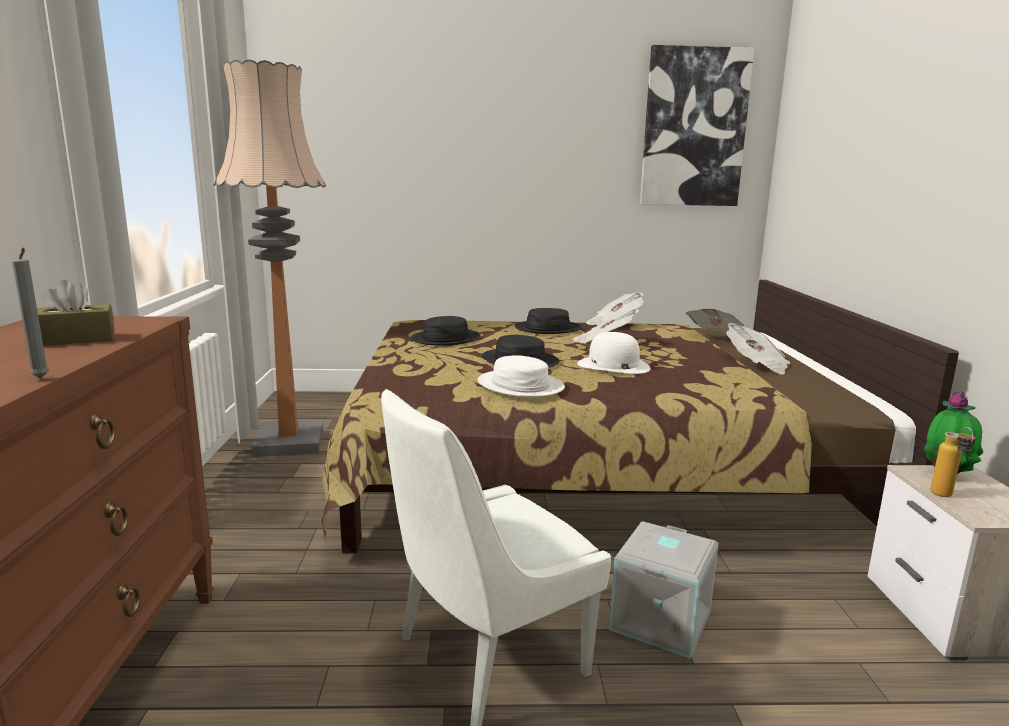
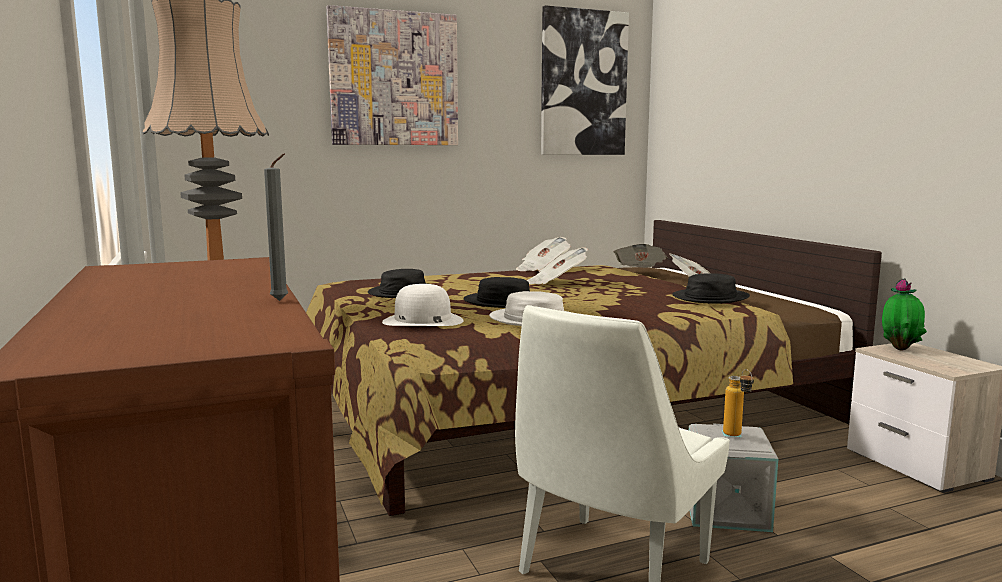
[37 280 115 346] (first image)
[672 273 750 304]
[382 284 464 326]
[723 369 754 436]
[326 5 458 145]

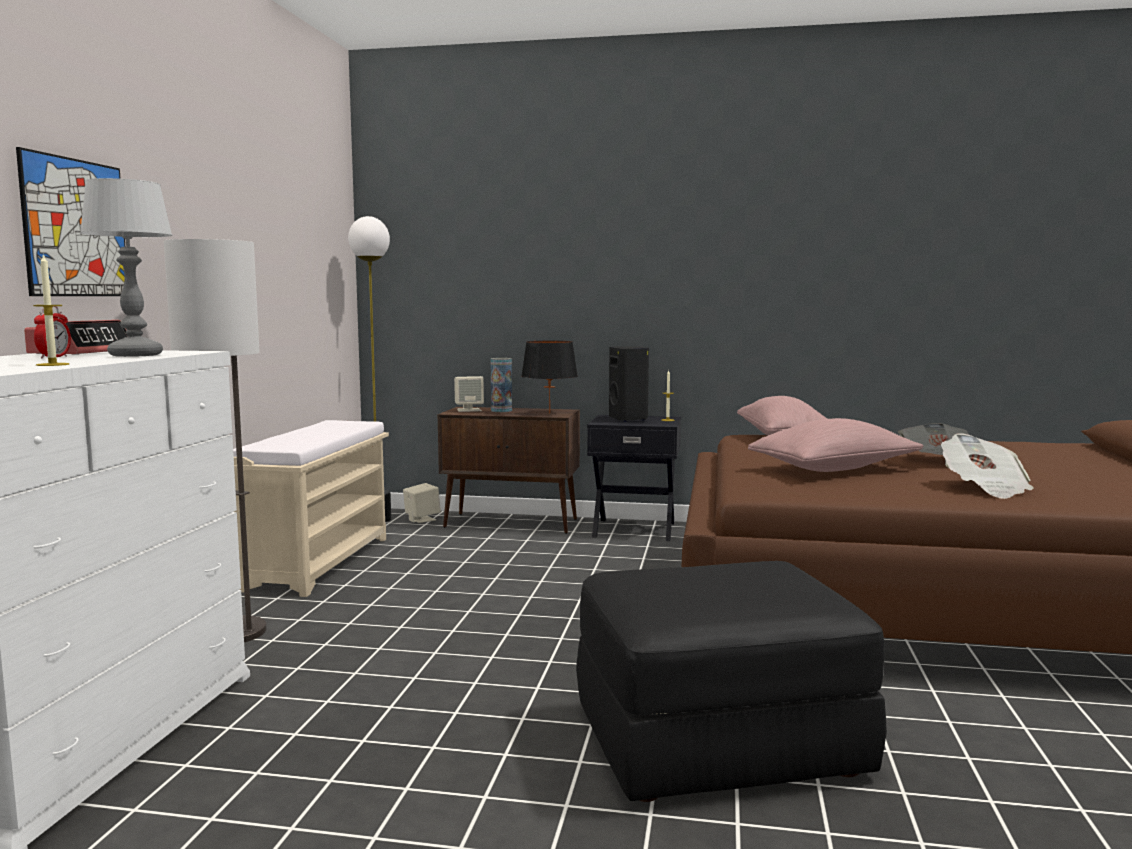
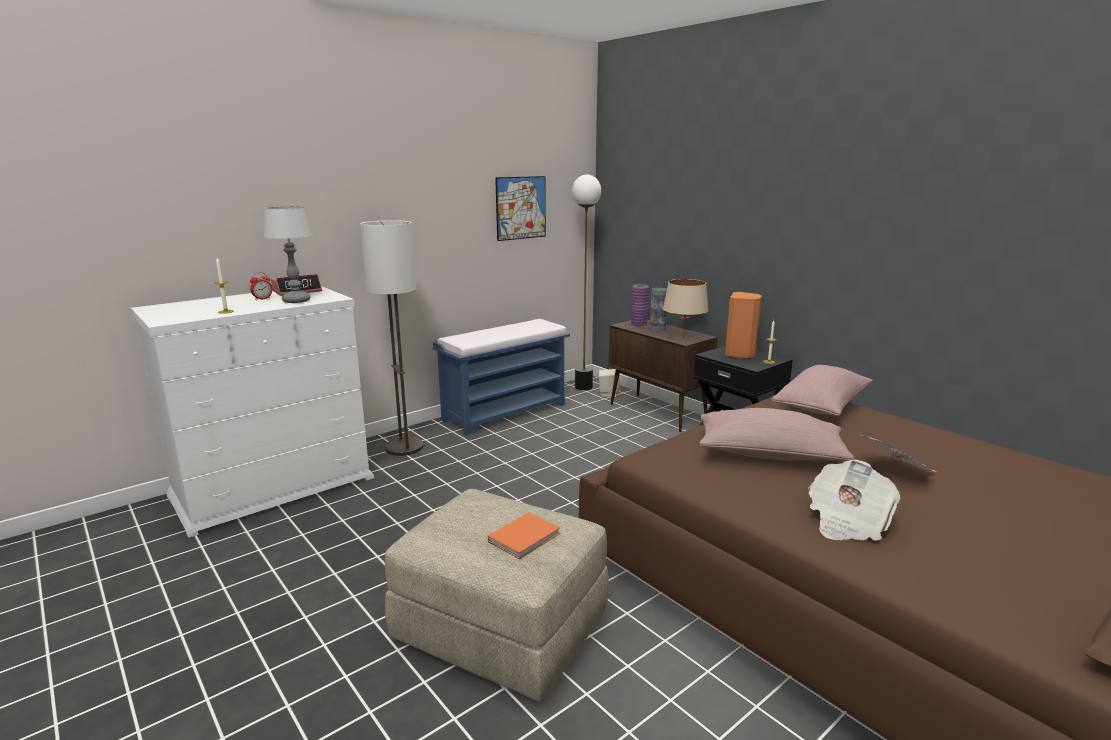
[495 176 546 241]
[433 319 570 435]
[631 284 649 326]
[663 279 709 338]
[385 489 609 702]
[725 292 762 358]
[488 512 560 559]

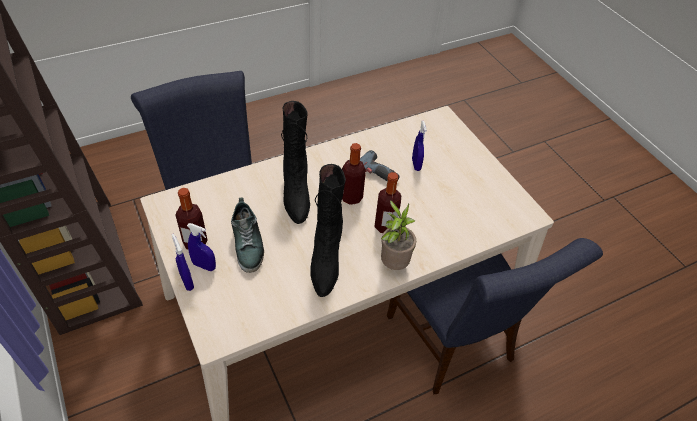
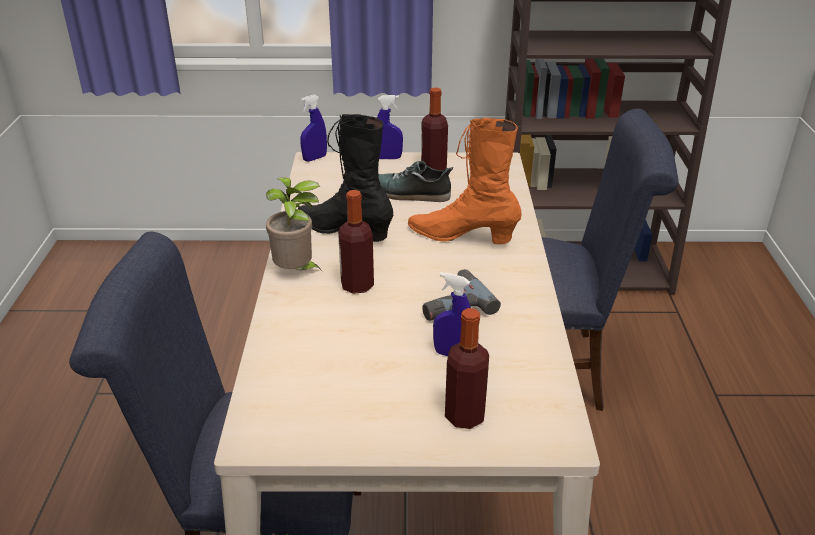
[300 95 327 162]
[408 118 521 244]
[445 308 489 429]

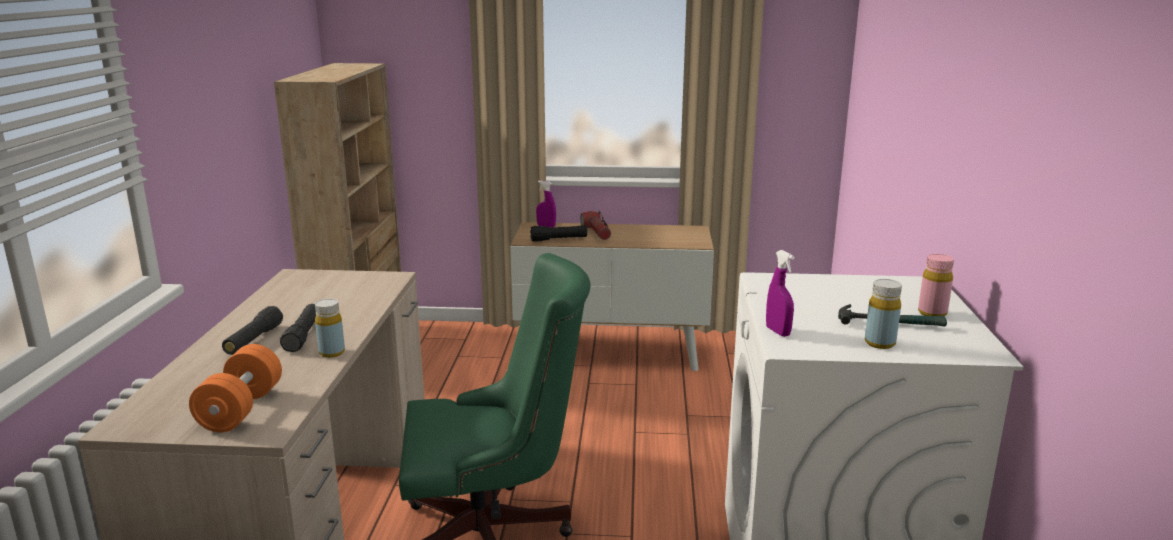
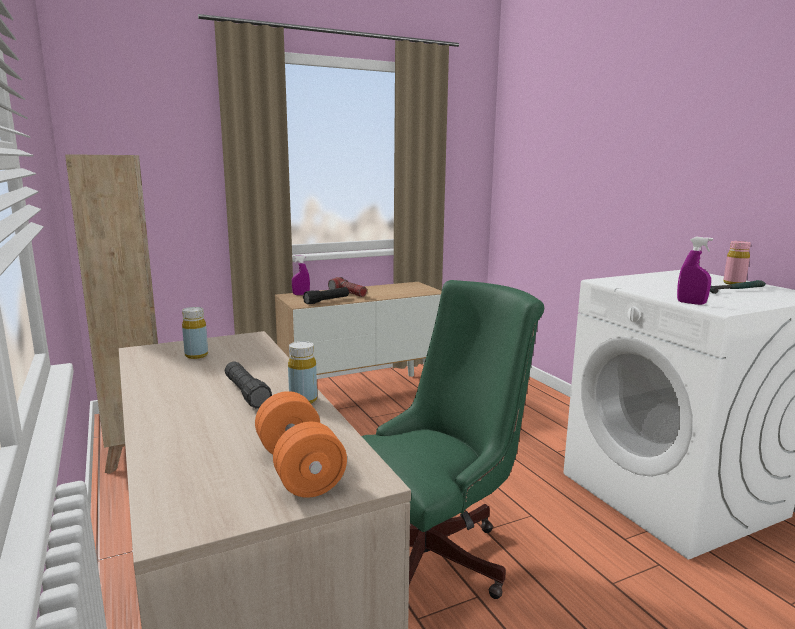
[222 306 283 355] (first image)
[182 307 208 359]

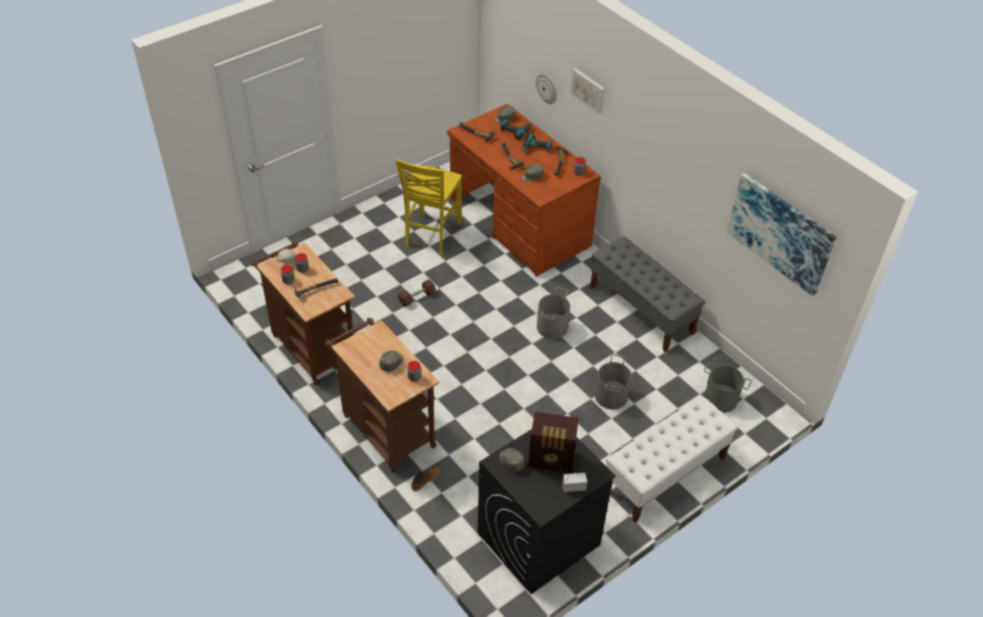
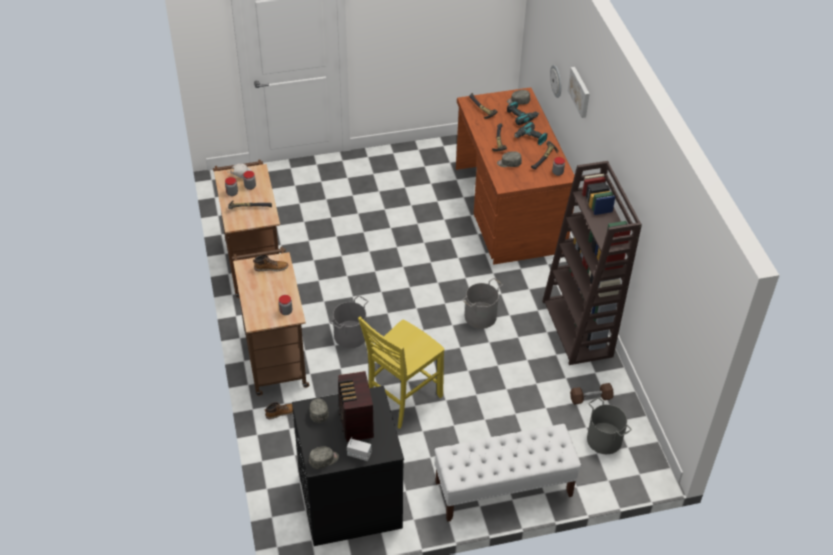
[309 447 339 469]
[358 316 444 429]
[570 383 613 405]
[338 371 374 442]
[542 161 642 365]
[330 295 368 348]
[727 173 836 296] (first image)
[253 255 288 272]

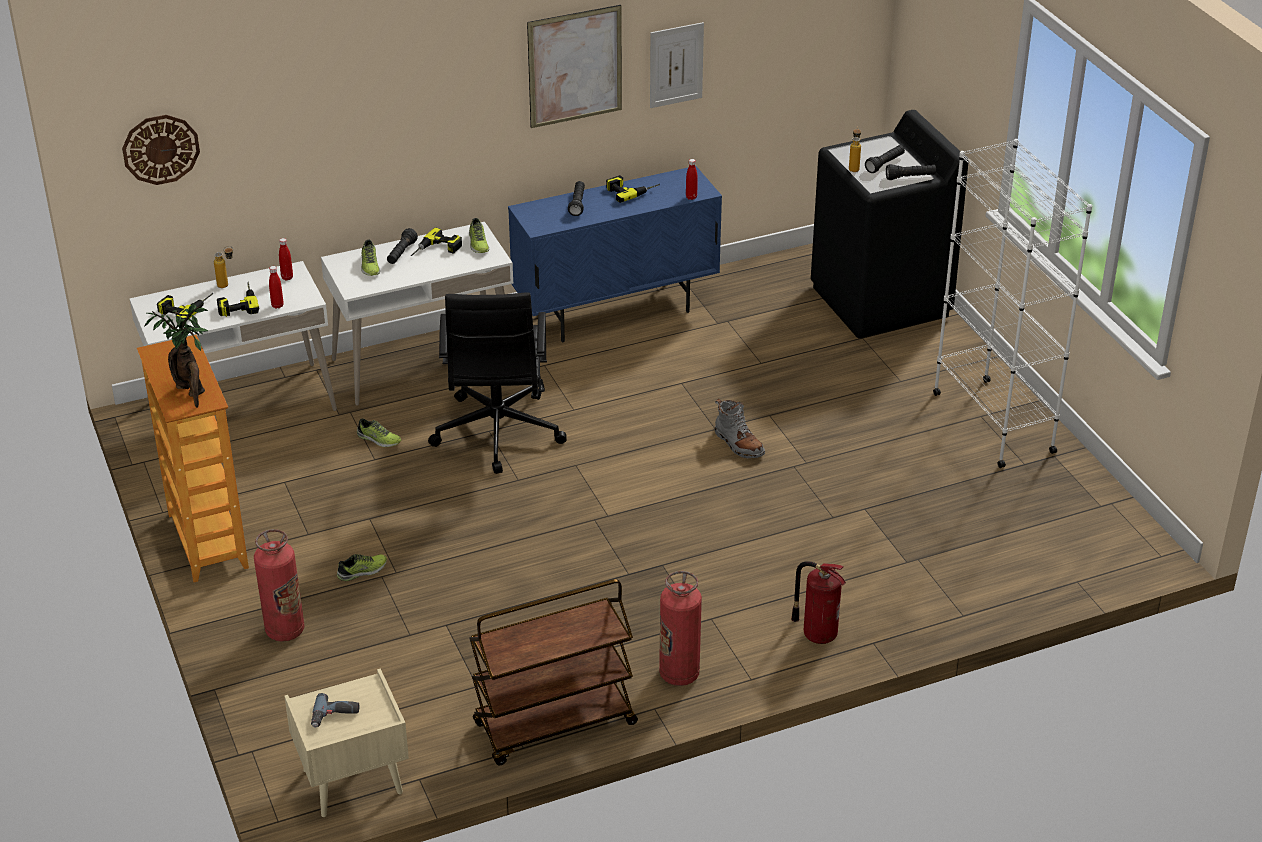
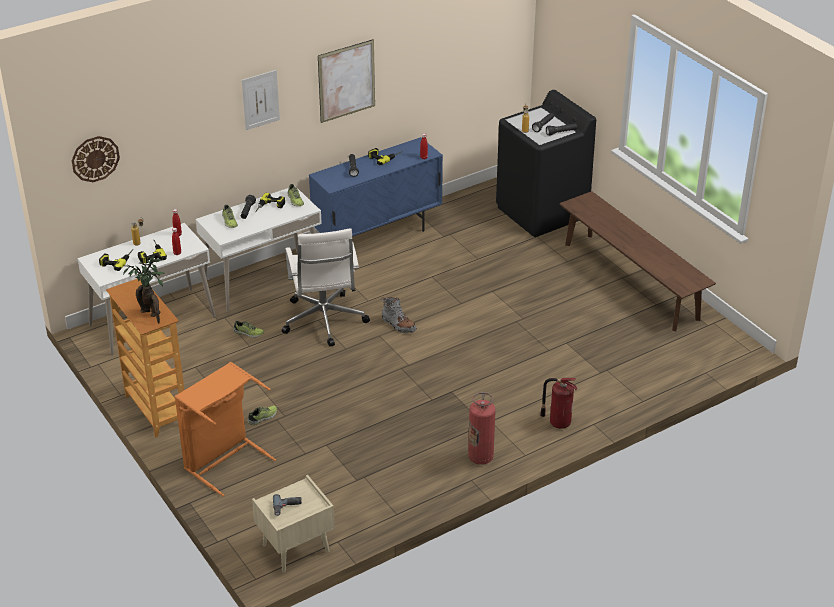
[174 362 276 496]
[282 229 370 347]
[469 579 638 765] (first image)
[241 70 280 130]
[381 297 417 334]
[559 191 716 331]

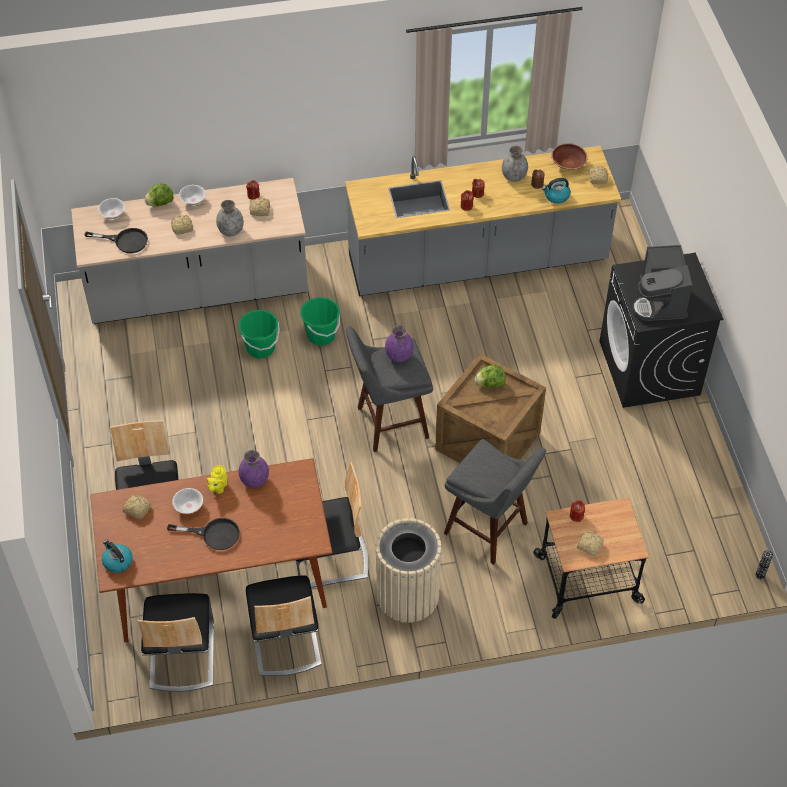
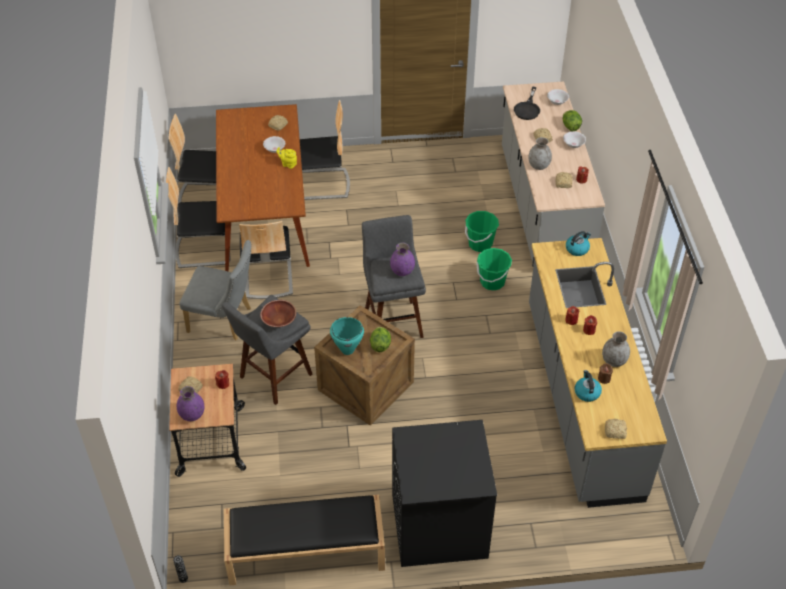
[566 231 591 256]
[167 518 240 550] (first image)
[177 386 204 421]
[179 240 251 340]
[260 300 296 327]
[632 245 693 321] (first image)
[224 495 385 585]
[330 317 364 355]

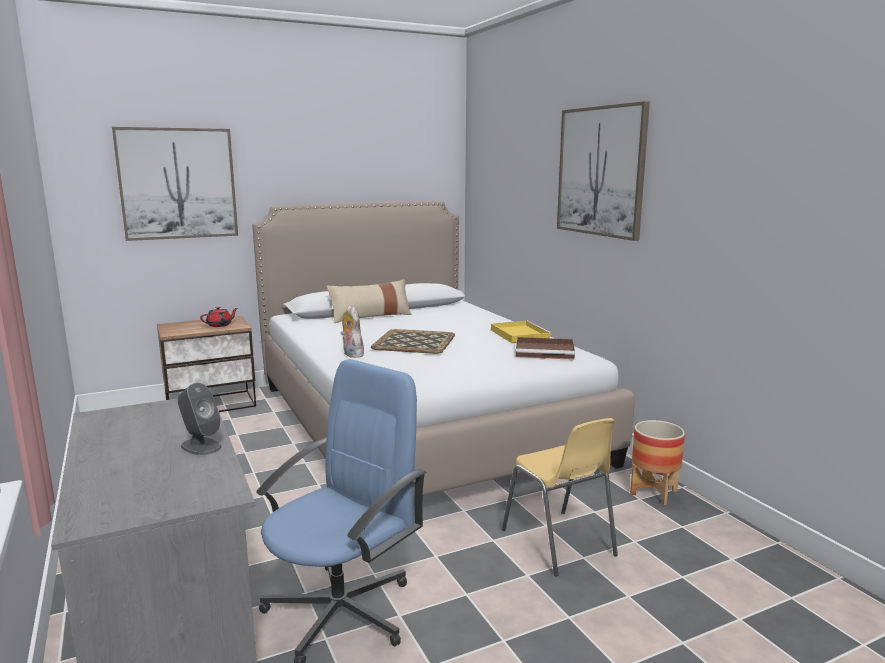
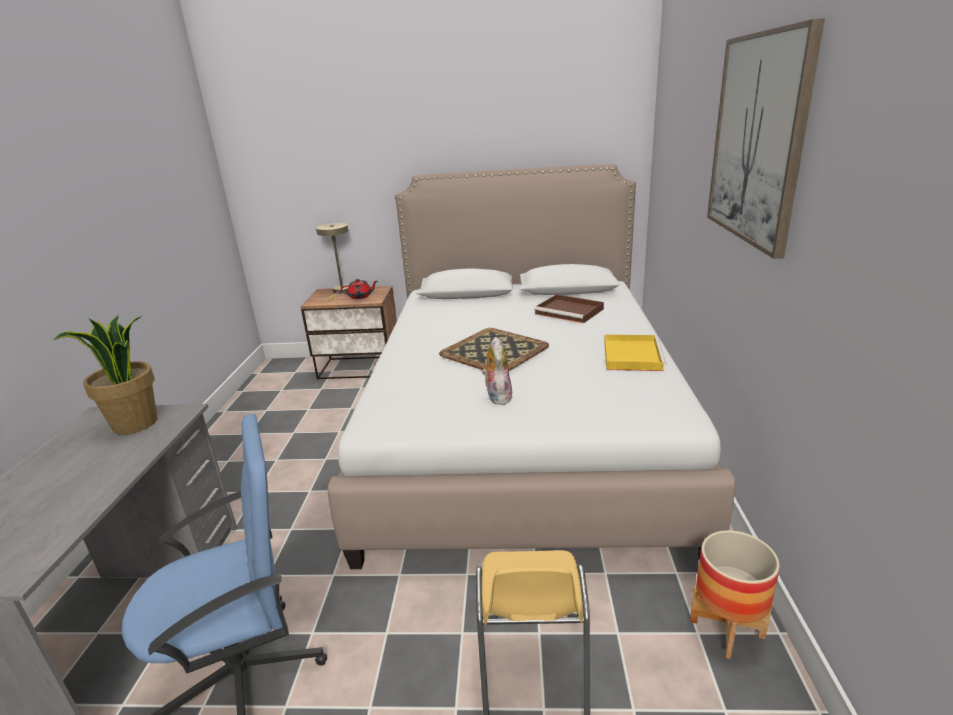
[112 127 238 241] (first image)
[178 383 222 455] (first image)
[327 279 412 323] (first image)
[482 337 513 405]
[534 294 604 323]
[53 315 158 434]
[316 223 348 301]

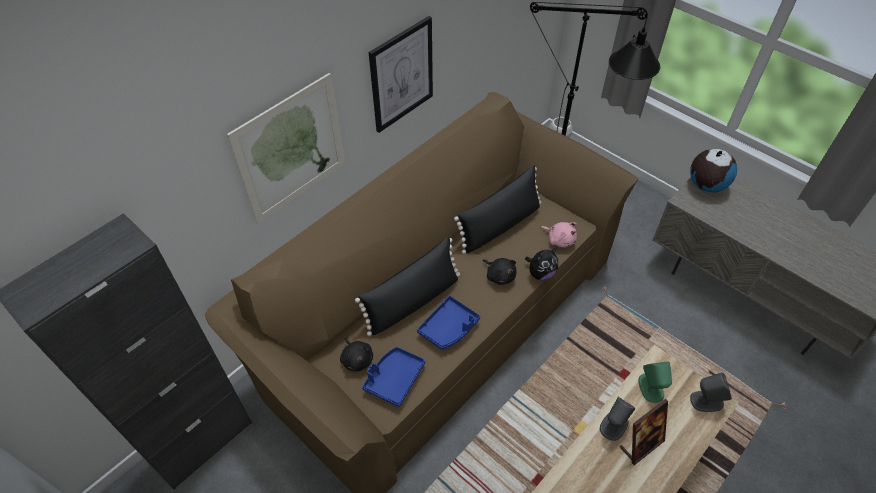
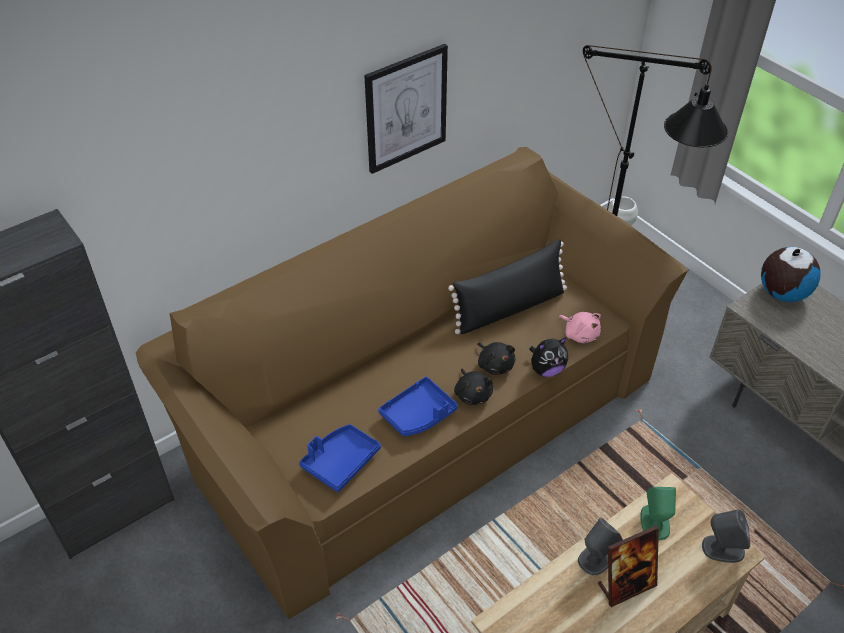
[227 73 345 224] (first image)
[454 369 493 405]
[355 237 460 336] (first image)

